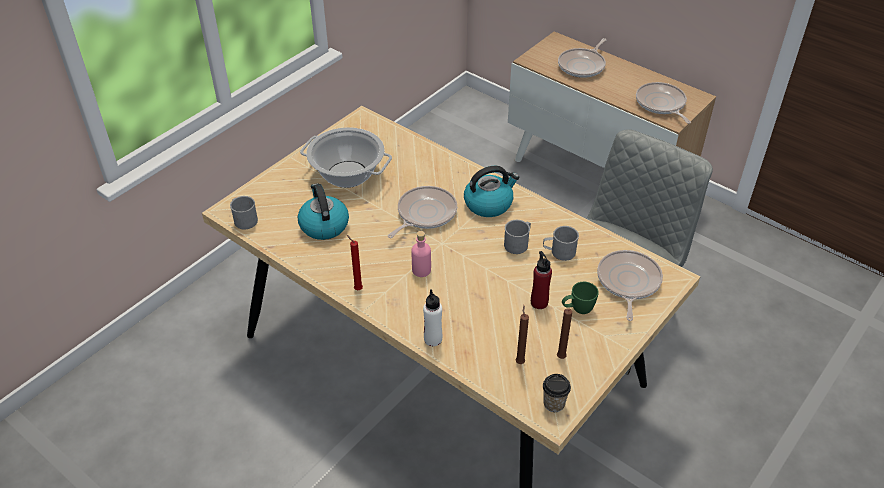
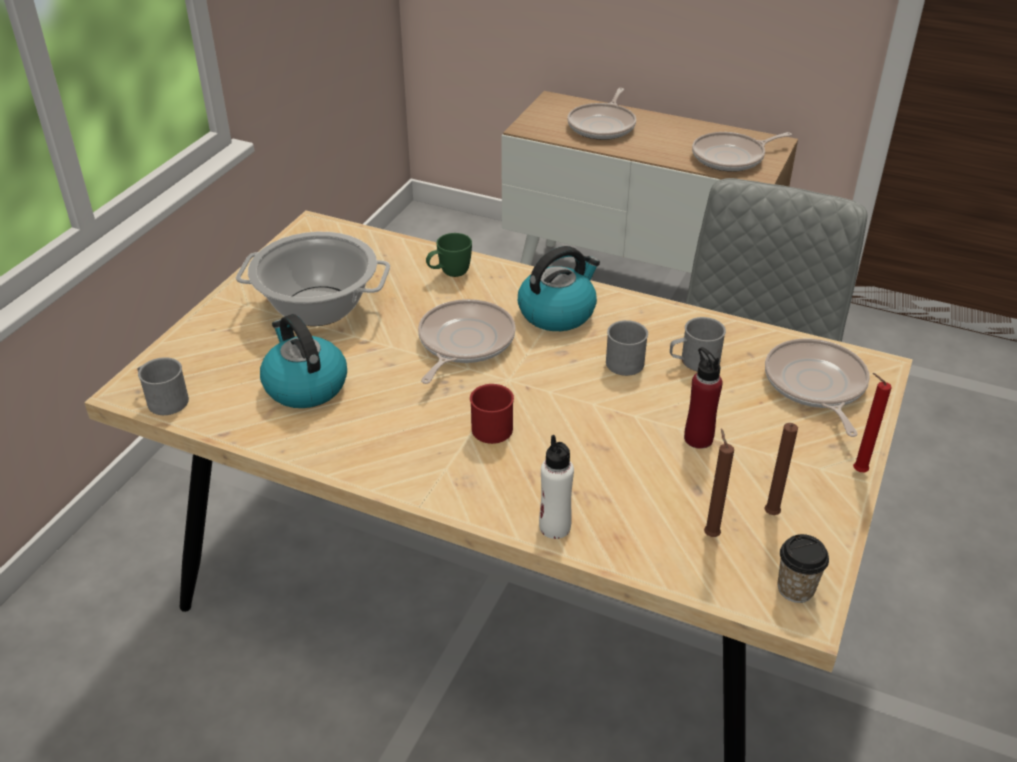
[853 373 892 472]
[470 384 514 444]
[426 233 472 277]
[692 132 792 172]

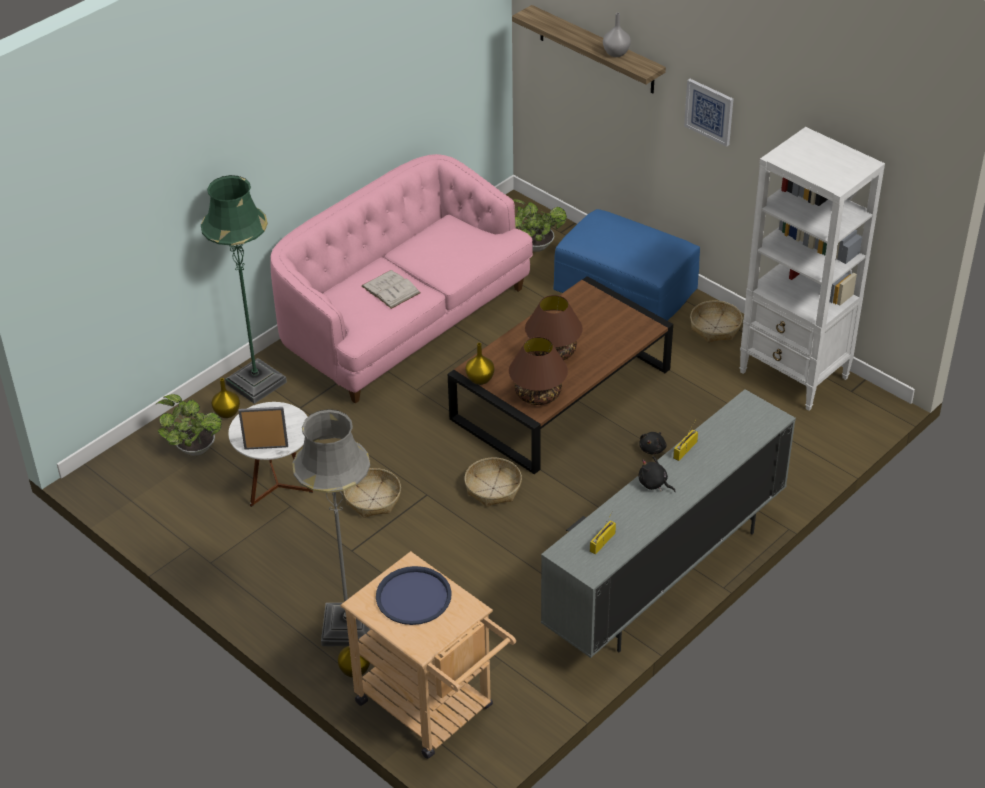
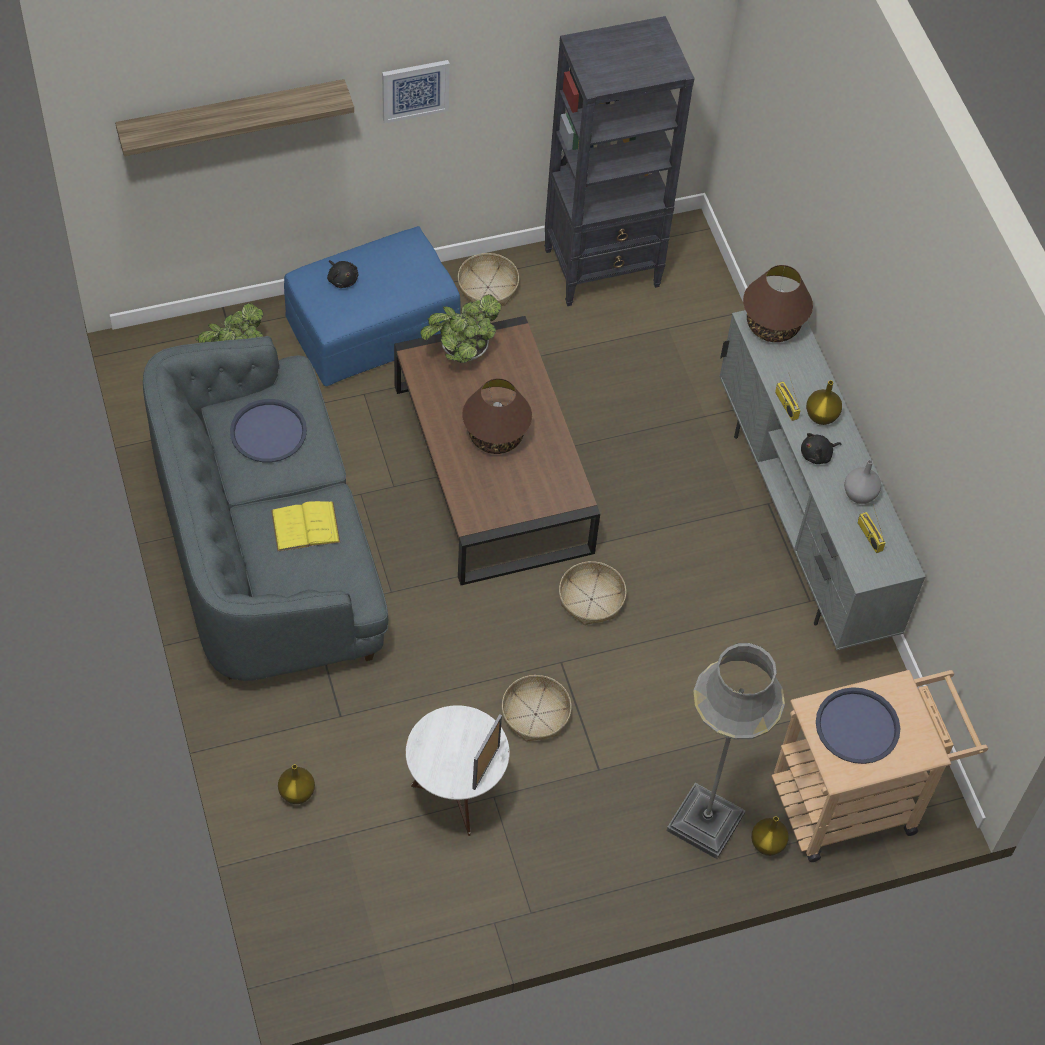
[420 294 501 363]
[201 175 287 404] (first image)
[143 336 388 681]
[271 501 340 552]
[806 380 842 425]
[743 265 813 342]
[844 460 881 504]
[327 260 358 288]
[544 16 694 306]
[230 399 307 462]

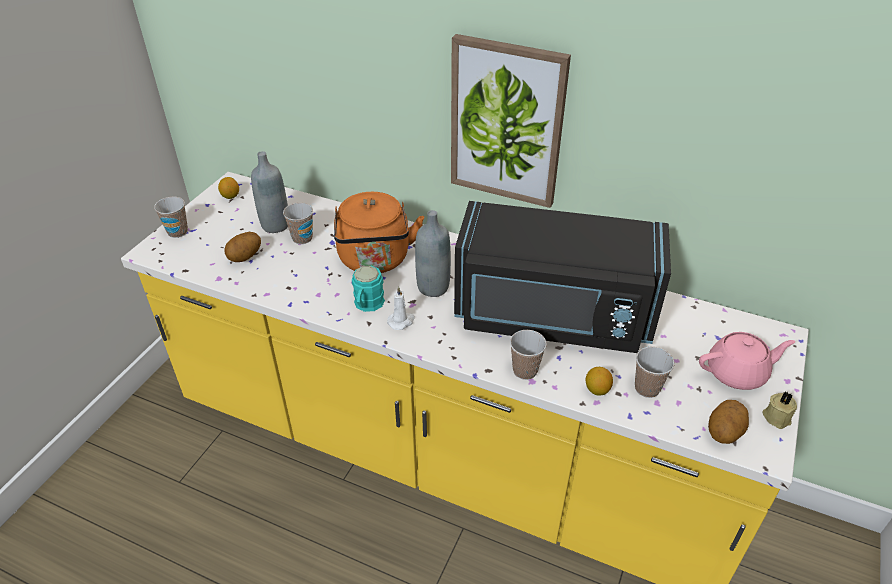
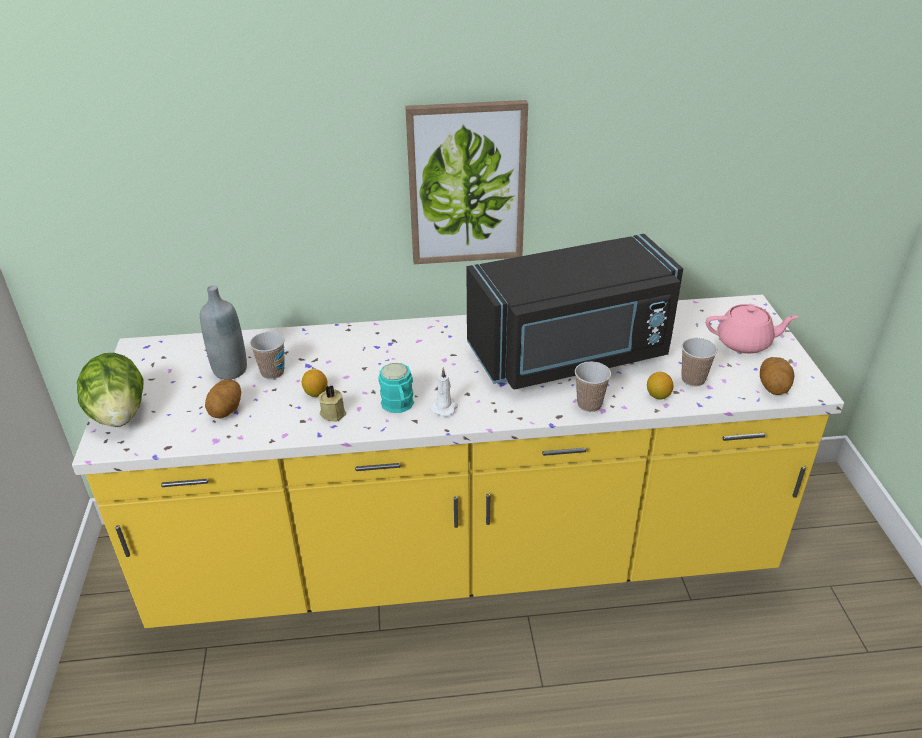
[77 353 143 427]
[302 369 328 397]
[334 192 424 273] (first image)
[415 210 451 297] (first image)
[706 304 798 354]
[318 385 346 422]

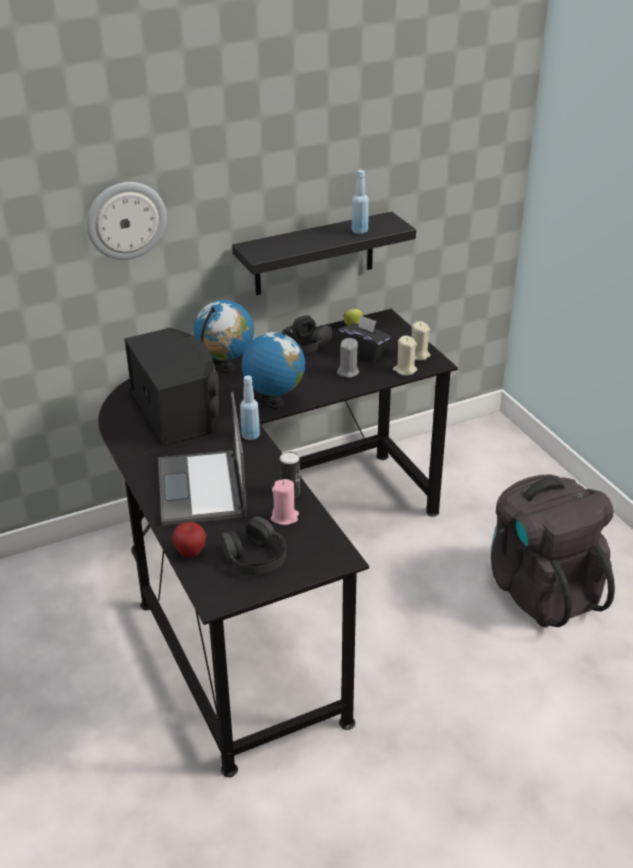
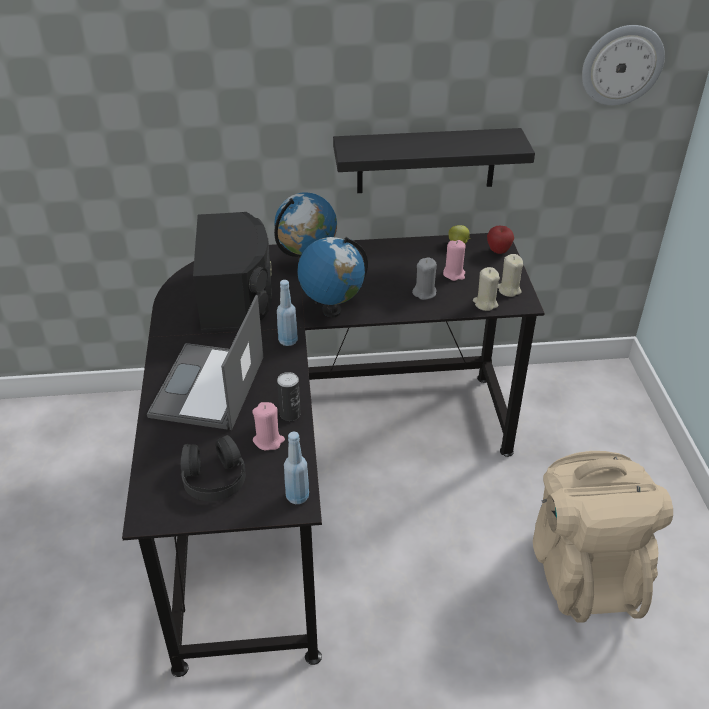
[582 25 665 106]
[487 226 514 254]
[281 315 332 353] (first image)
[443 240 466 281]
[284 432 309 504]
[533 451 673 623]

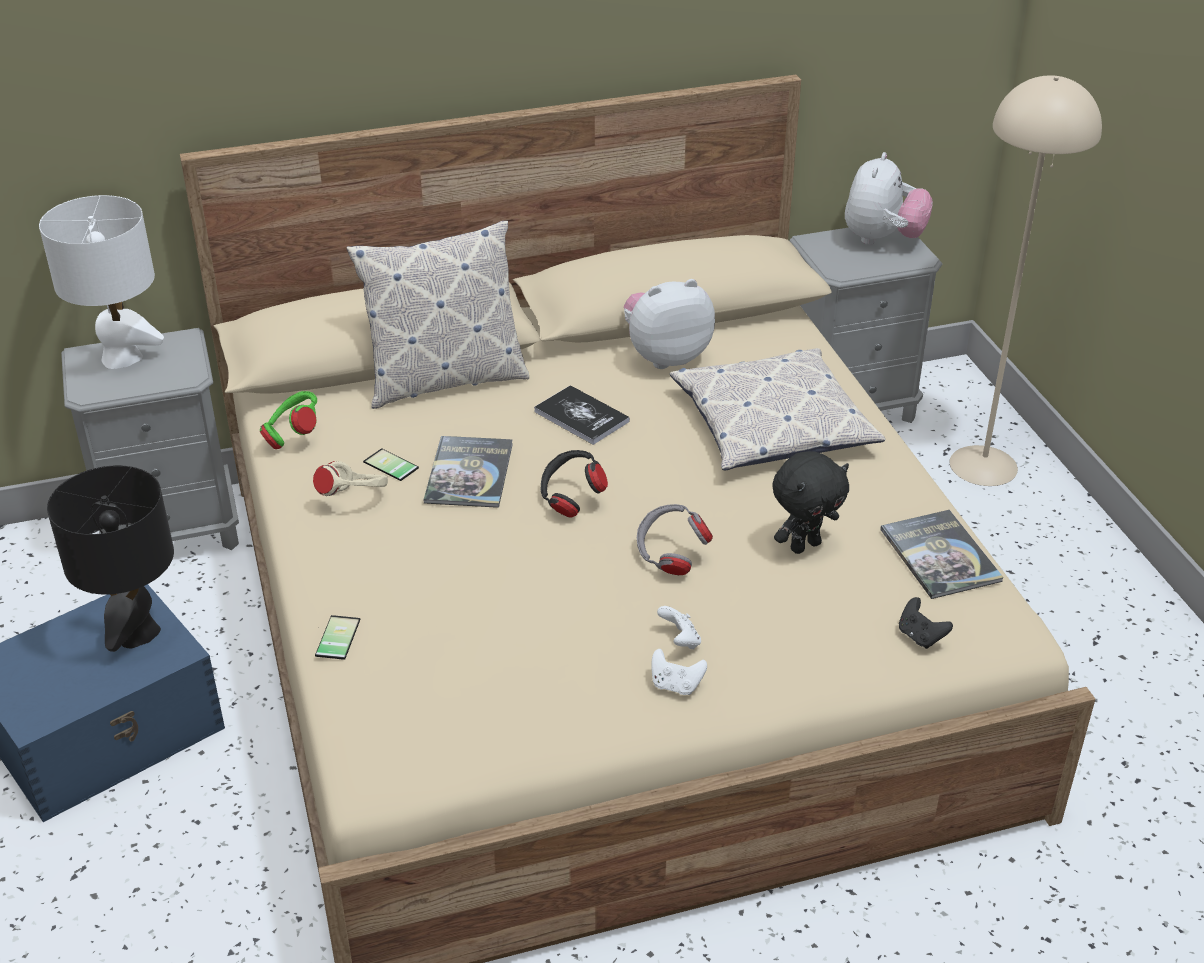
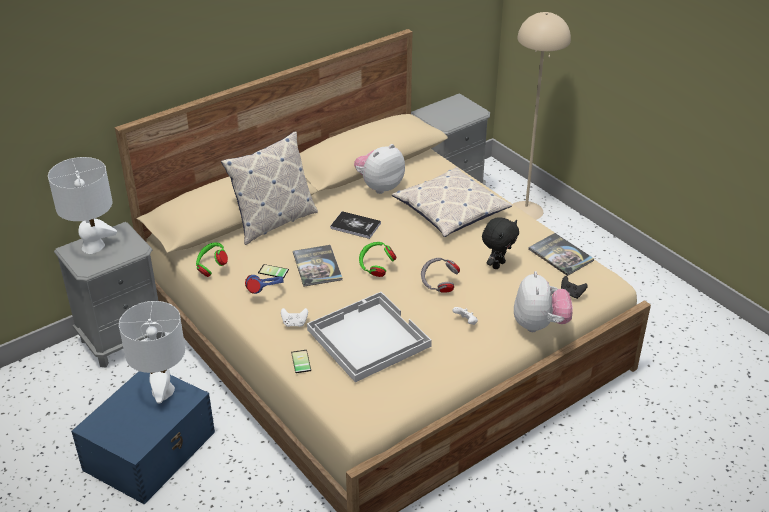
[119 301 185 403]
[245 275 284 294]
[359 242 397 277]
[281 308 308 327]
[514 271 573 332]
[307 292 432 382]

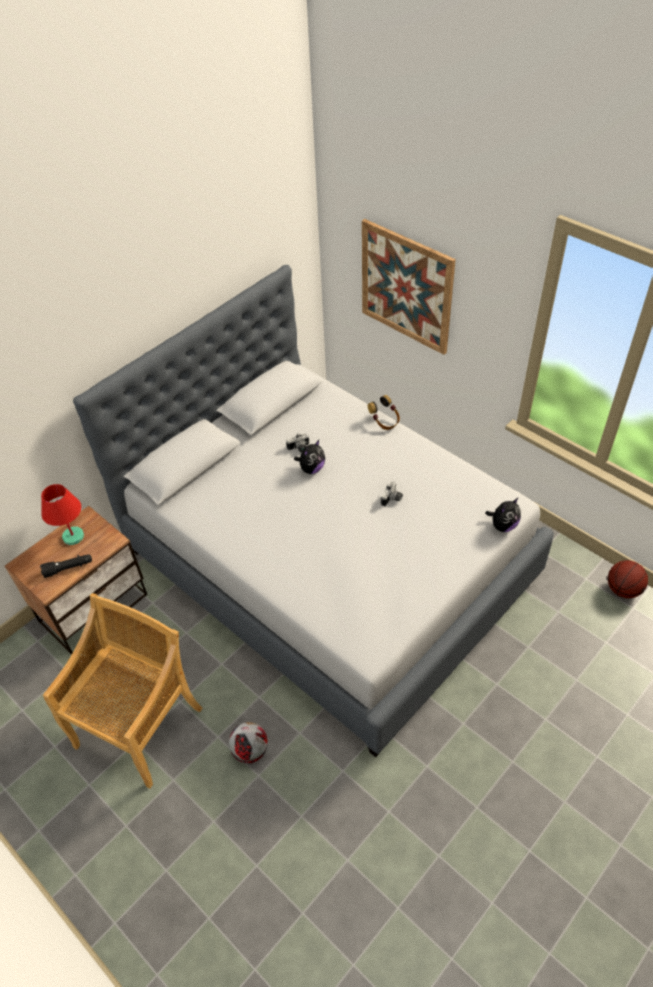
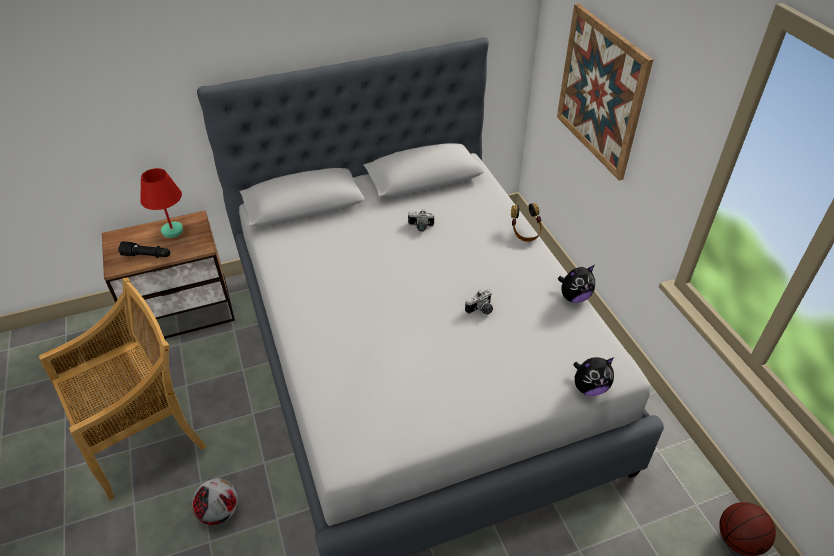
[558 265 595 303]

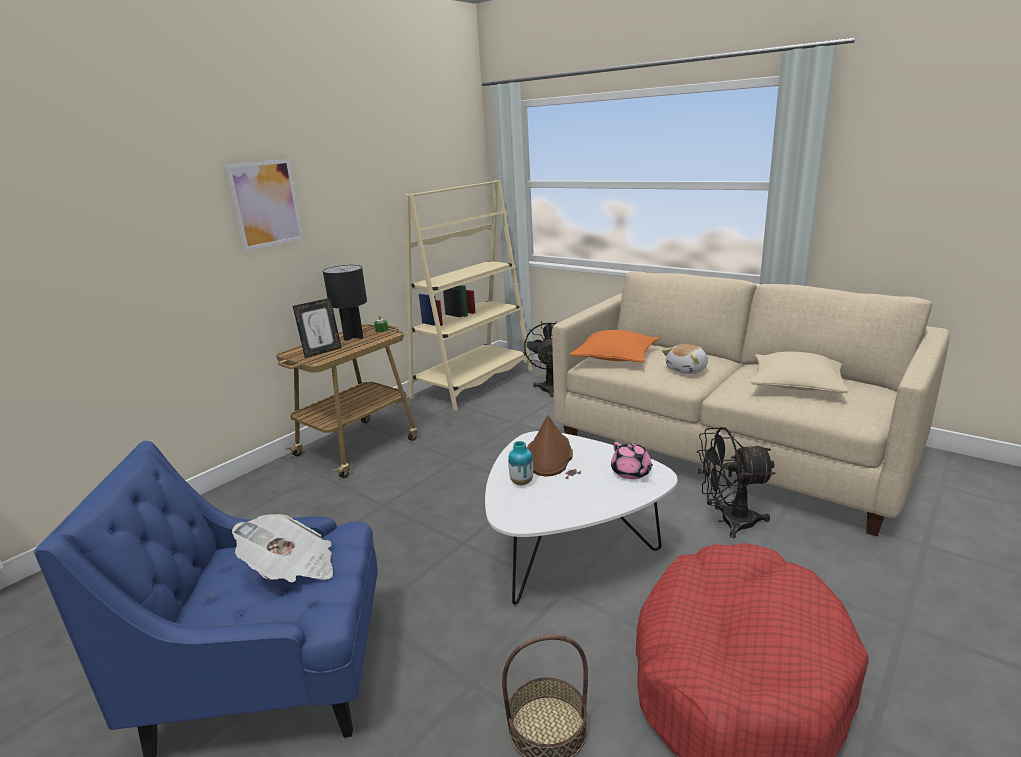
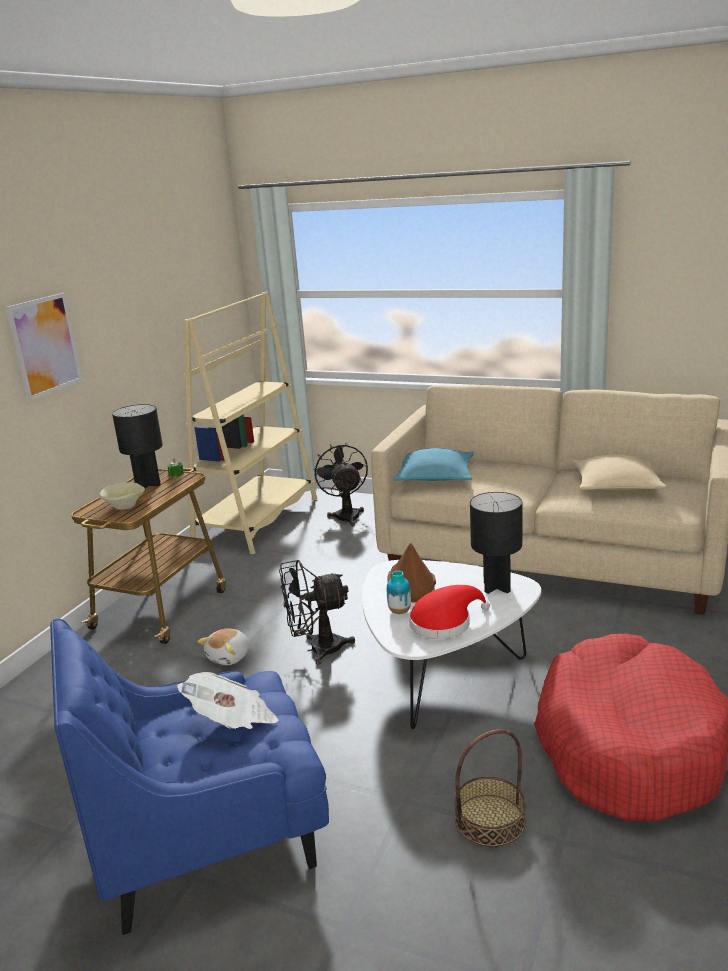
[99 482 145 510]
[393 448 474 481]
[470 492 522 594]
[198 628 250 665]
[279 560 355 665]
[409 585 490 639]

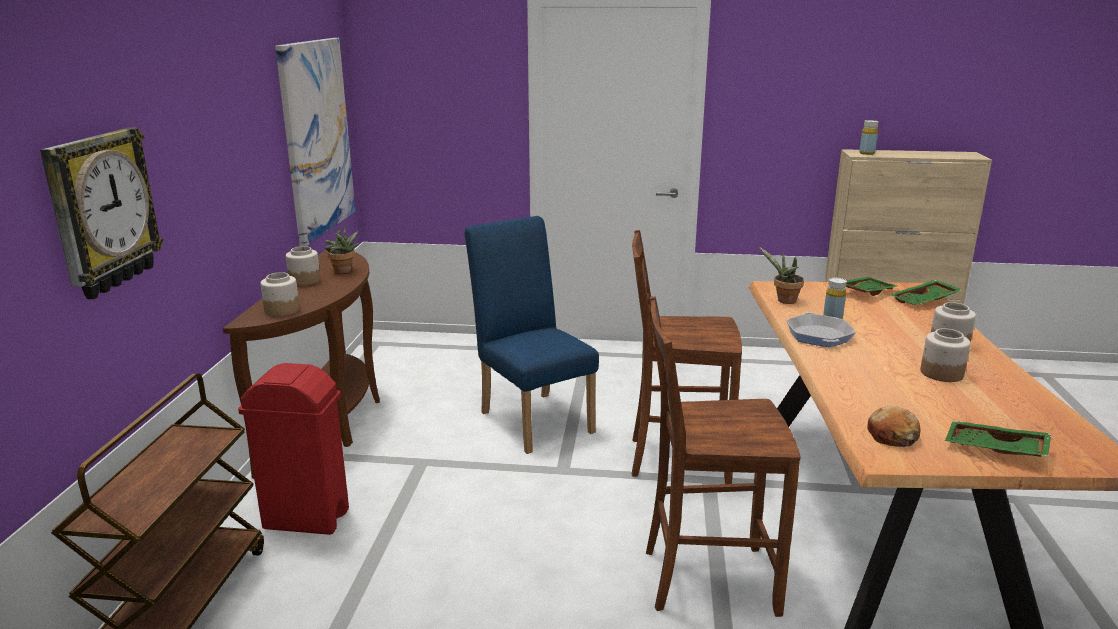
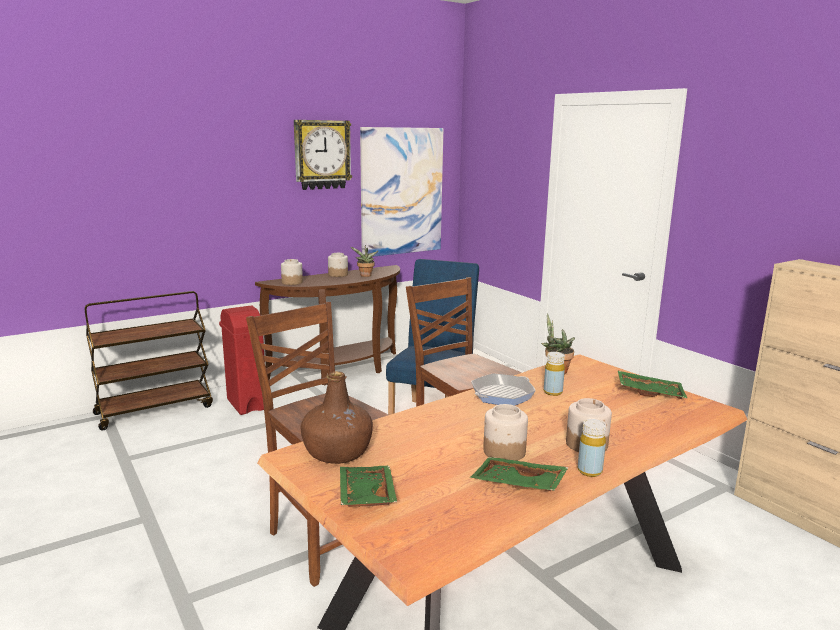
[294 120 352 190]
[578 419 606 477]
[300 371 373 464]
[470 457 569 491]

